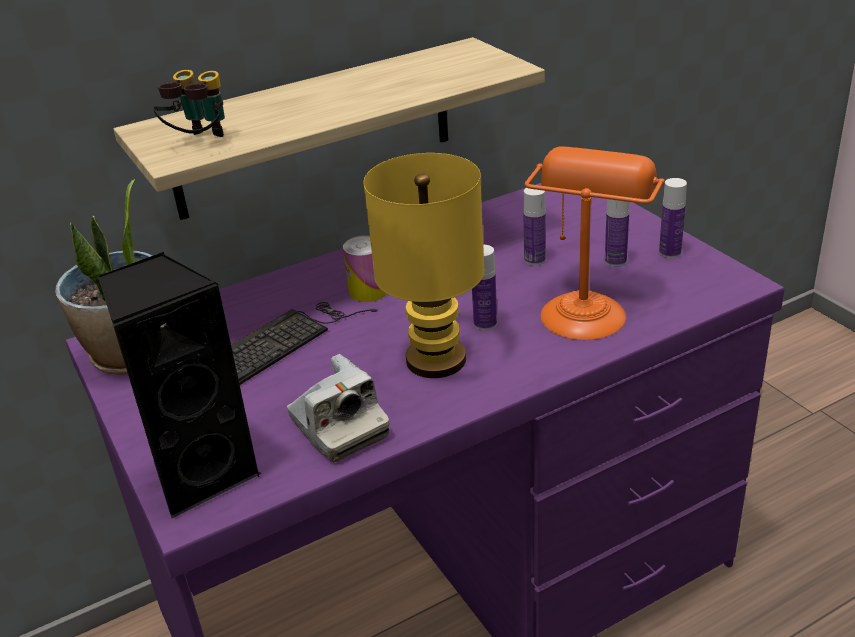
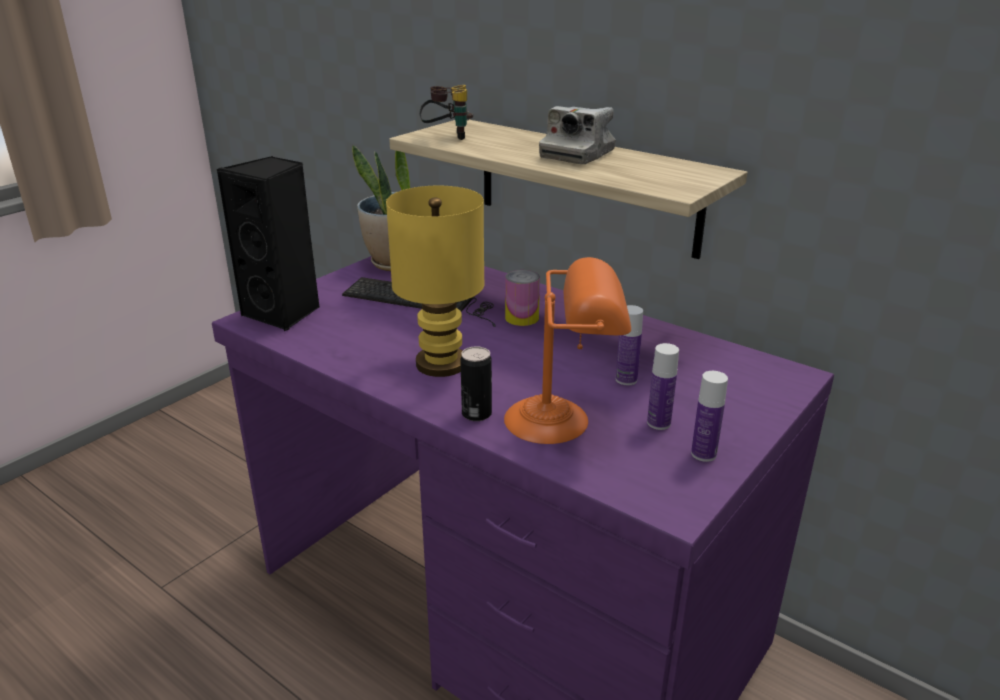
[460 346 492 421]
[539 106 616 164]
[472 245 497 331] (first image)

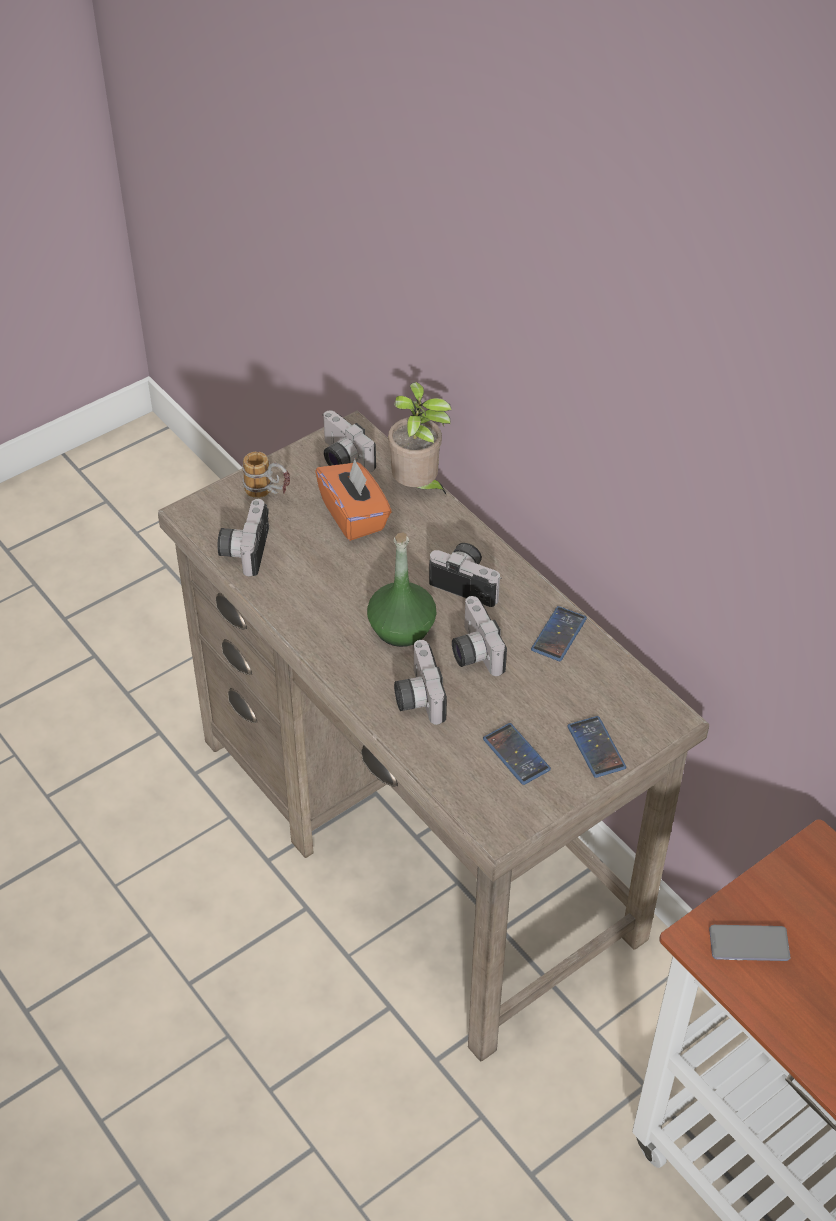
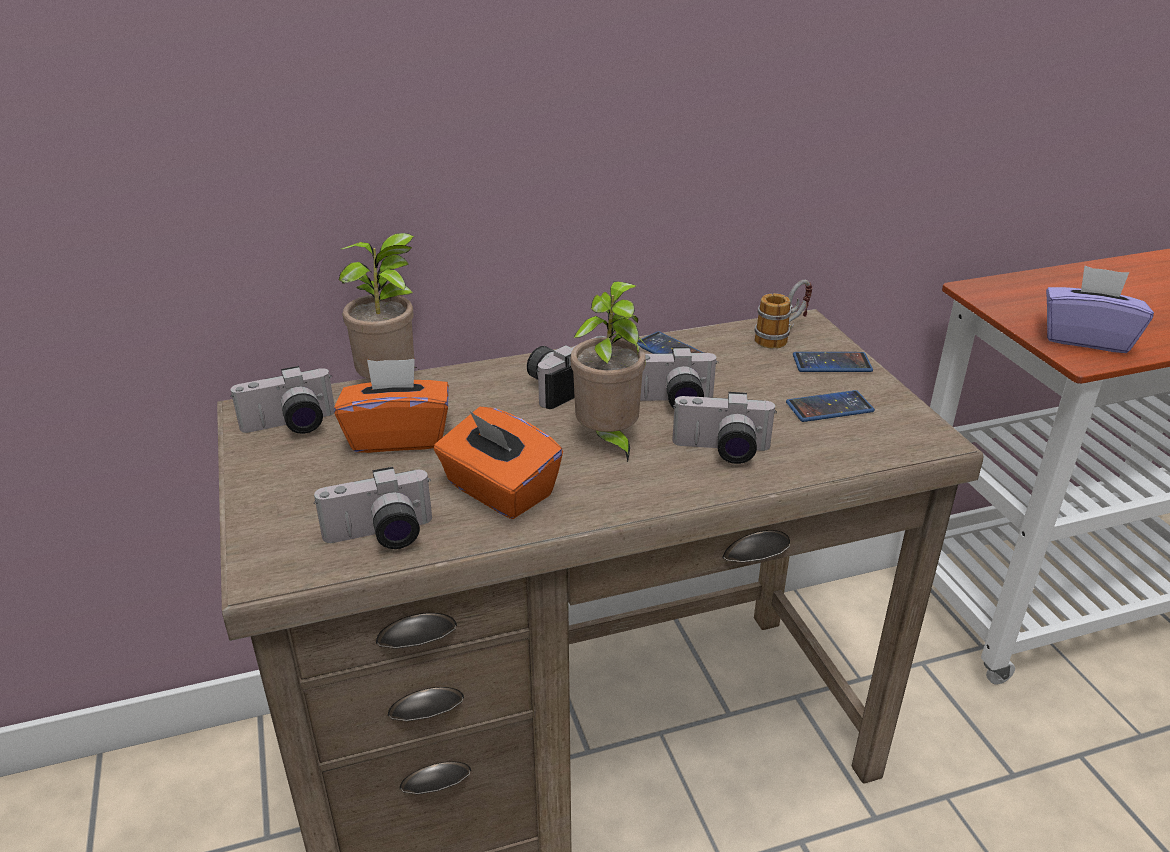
[314 467 432 549]
[434 407 563 519]
[571 281 646 462]
[755 280 813 349]
[1046 266 1154 353]

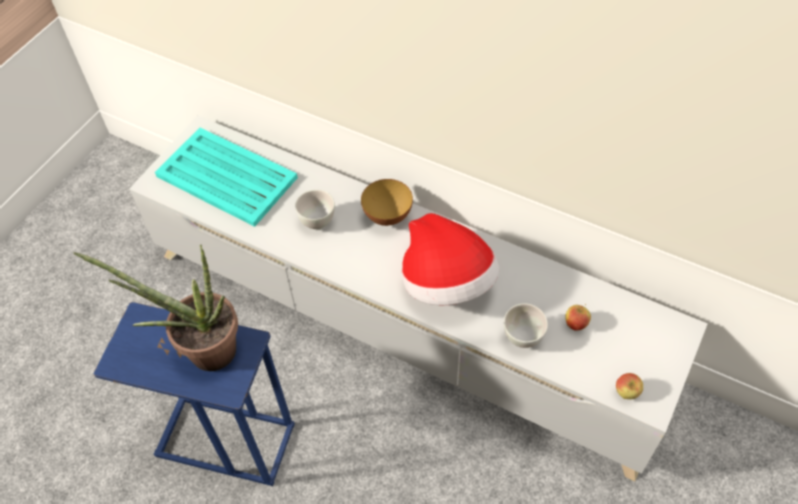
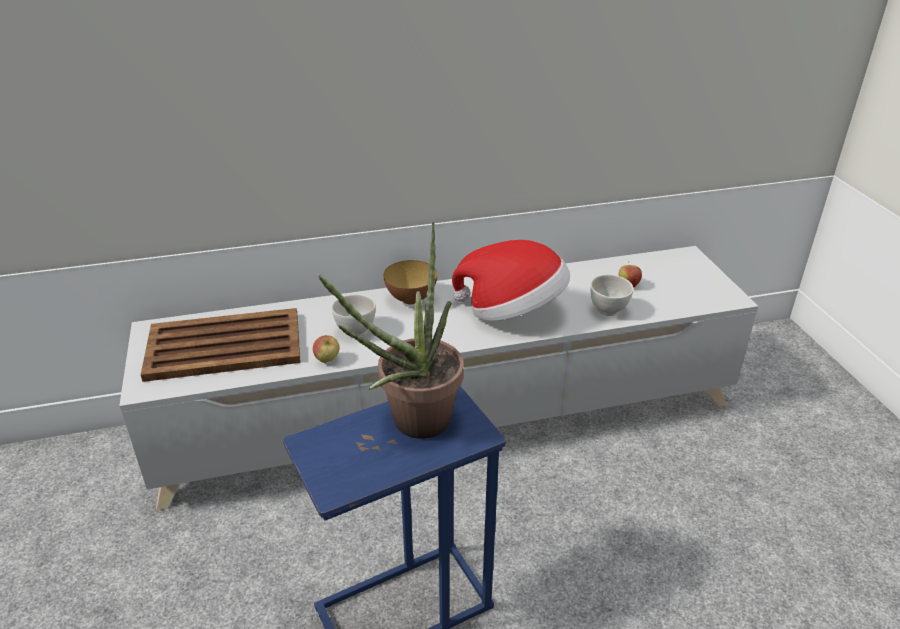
[141 308 301 382]
[313 335 339 363]

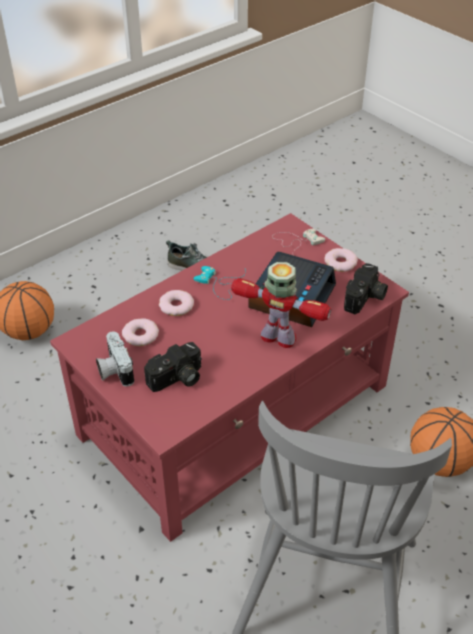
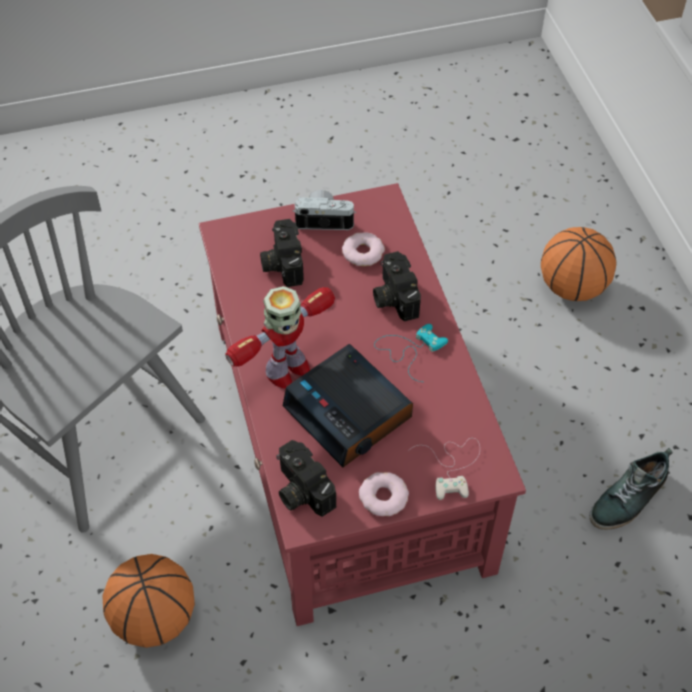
[373 251 421 321]

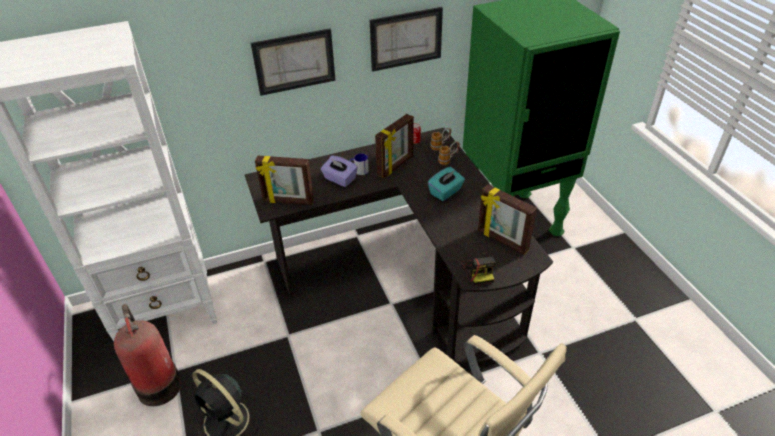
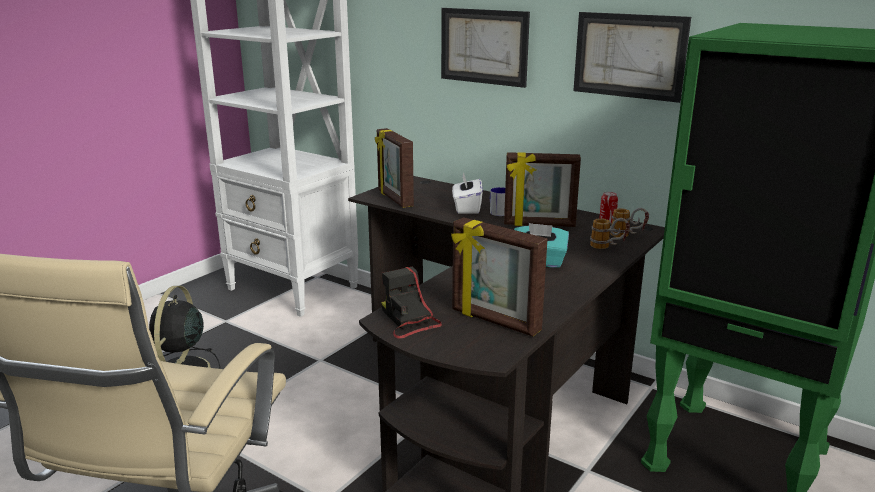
[381 267 442 339]
[451 217 547 337]
[452 172 483 214]
[114 304 182 406] (first image)

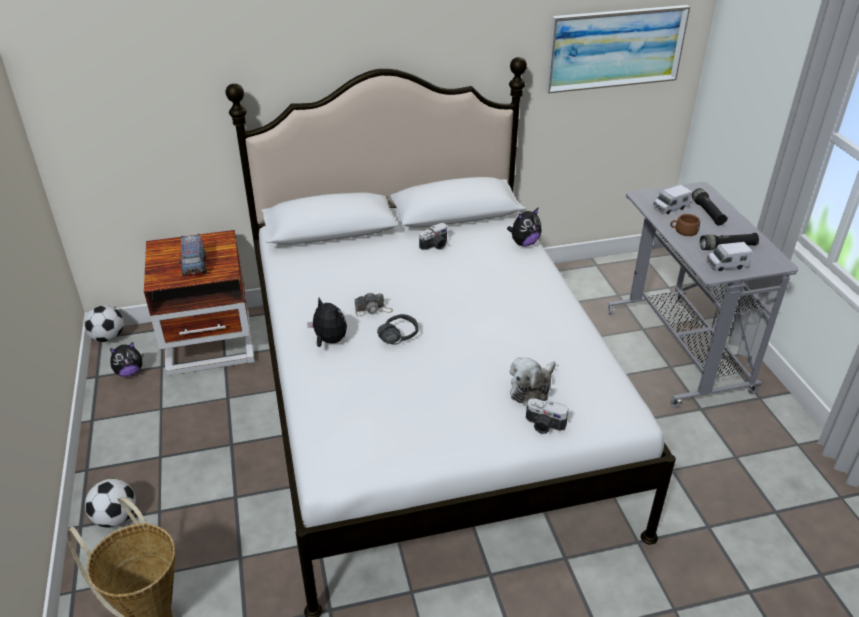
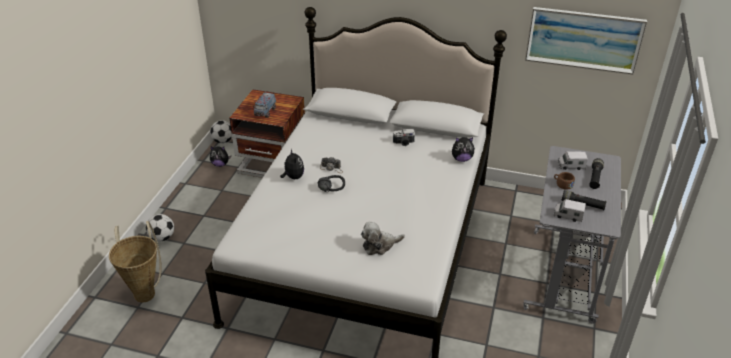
[526 398 569 434] (first image)

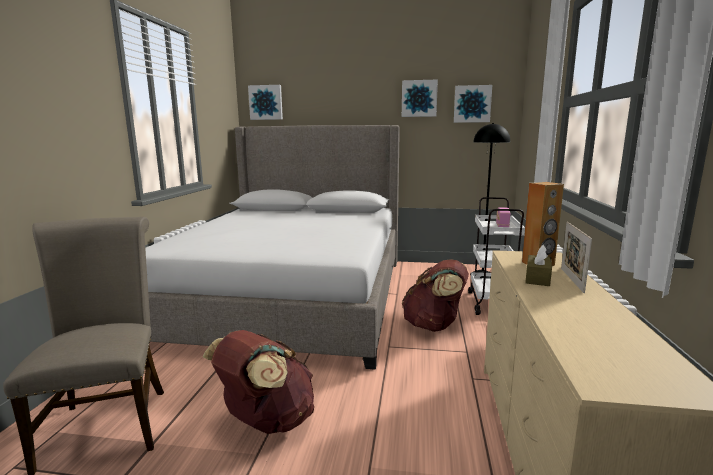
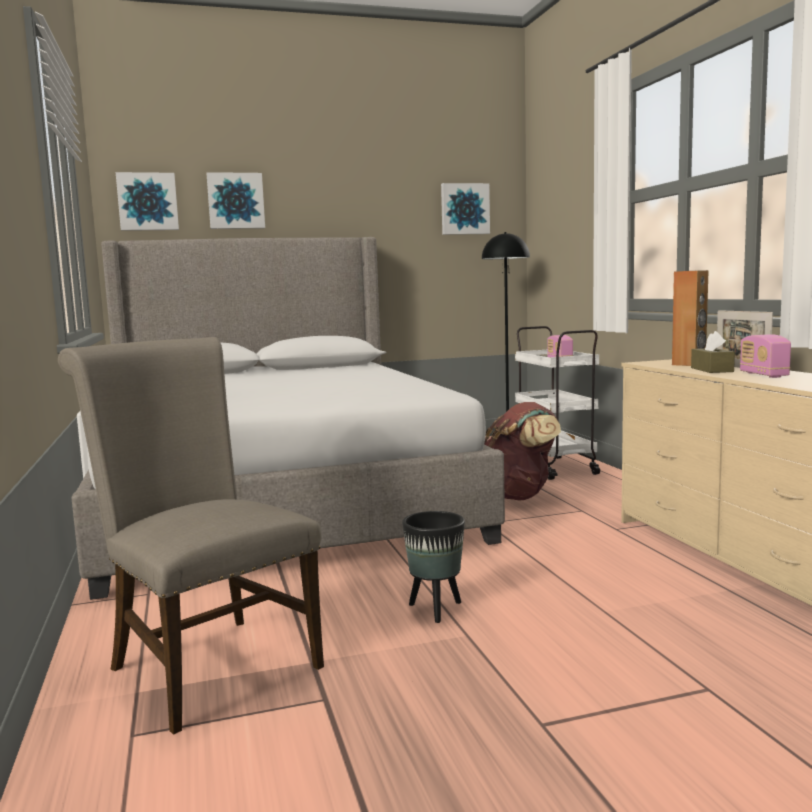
[206 172 265 229]
[402 511 465 623]
[740 334 791 378]

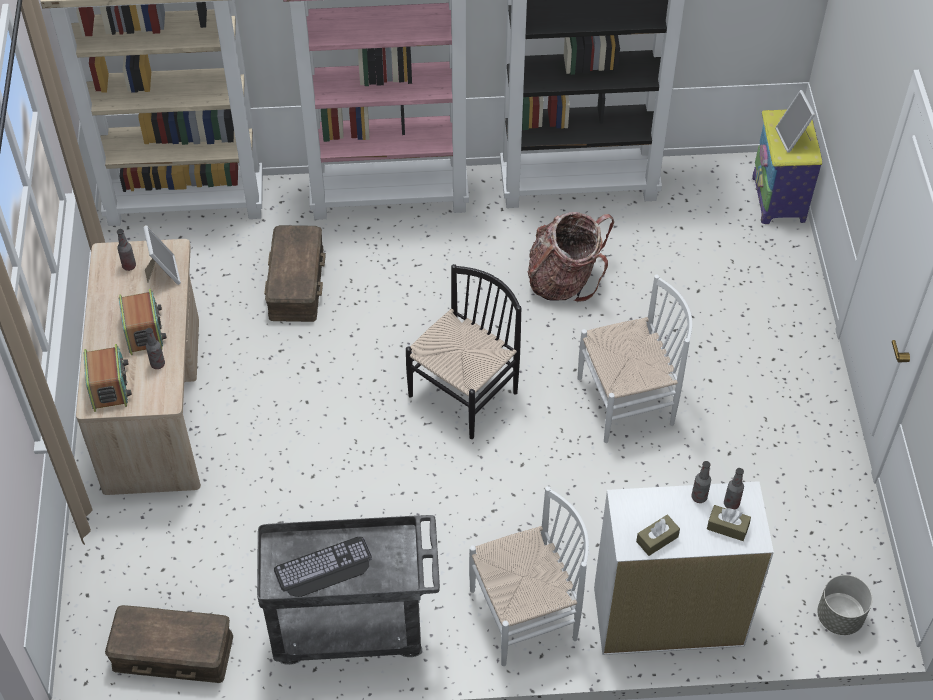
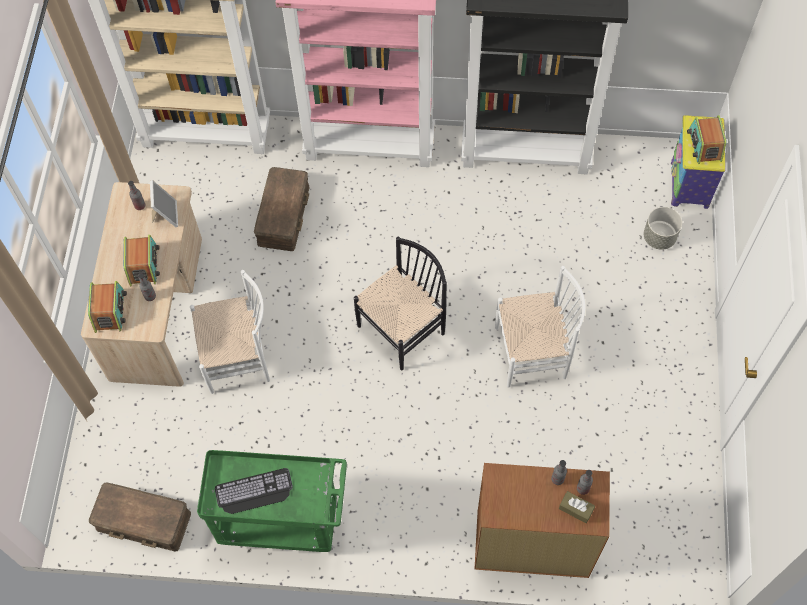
[190 270 270 394]
[197 450 347 552]
[474 463 610 578]
[644 207 682 250]
[687 115 727 164]
[527 212 614 302] (first image)
[636 515 680 556] (first image)

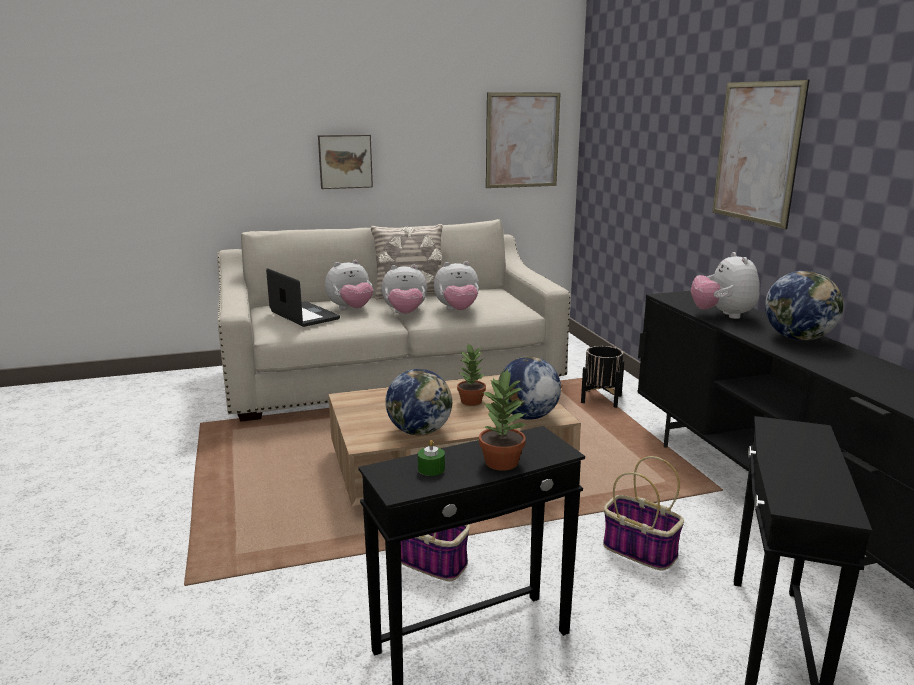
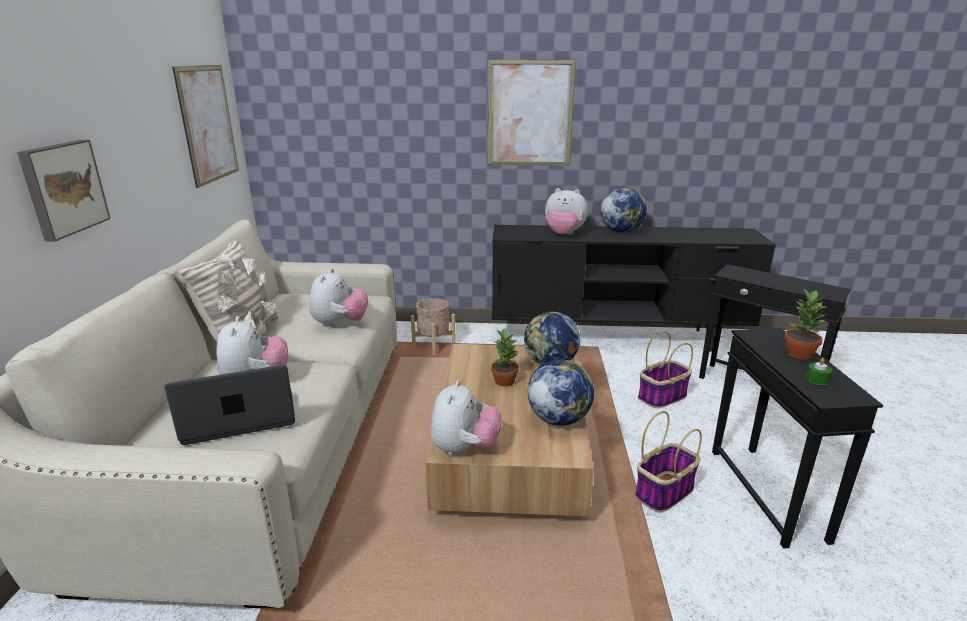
[411 298 456 355]
[431 380 502 456]

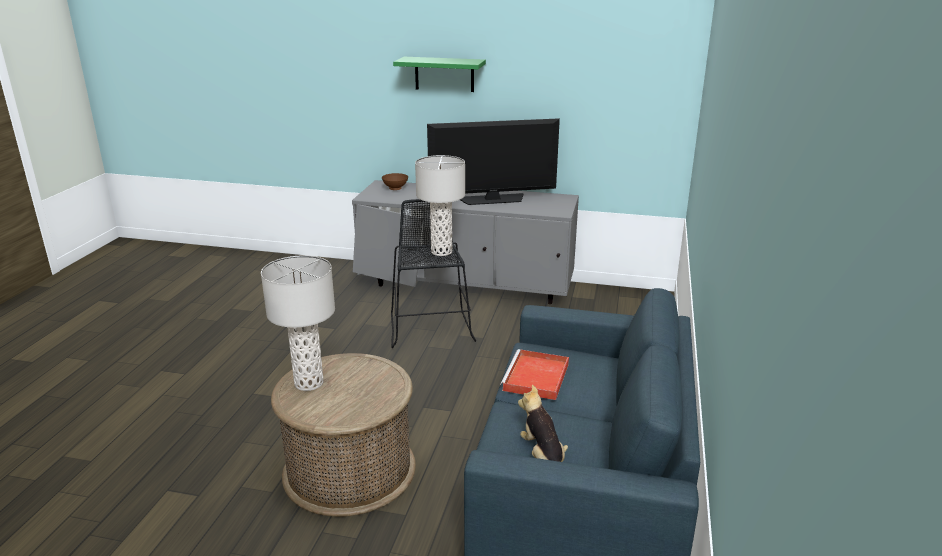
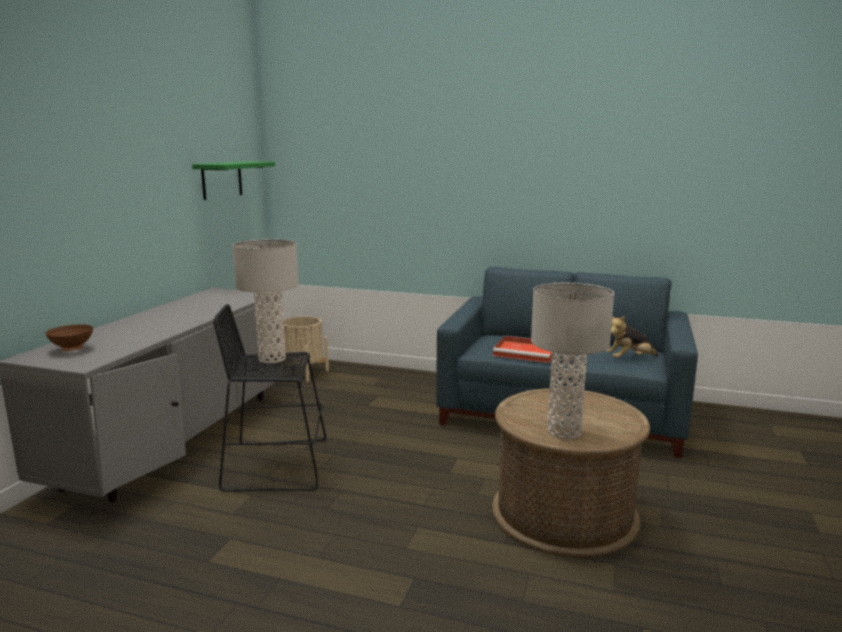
[192 161 275 200]
[281 316 329 382]
[427 118 560 205] (first image)

